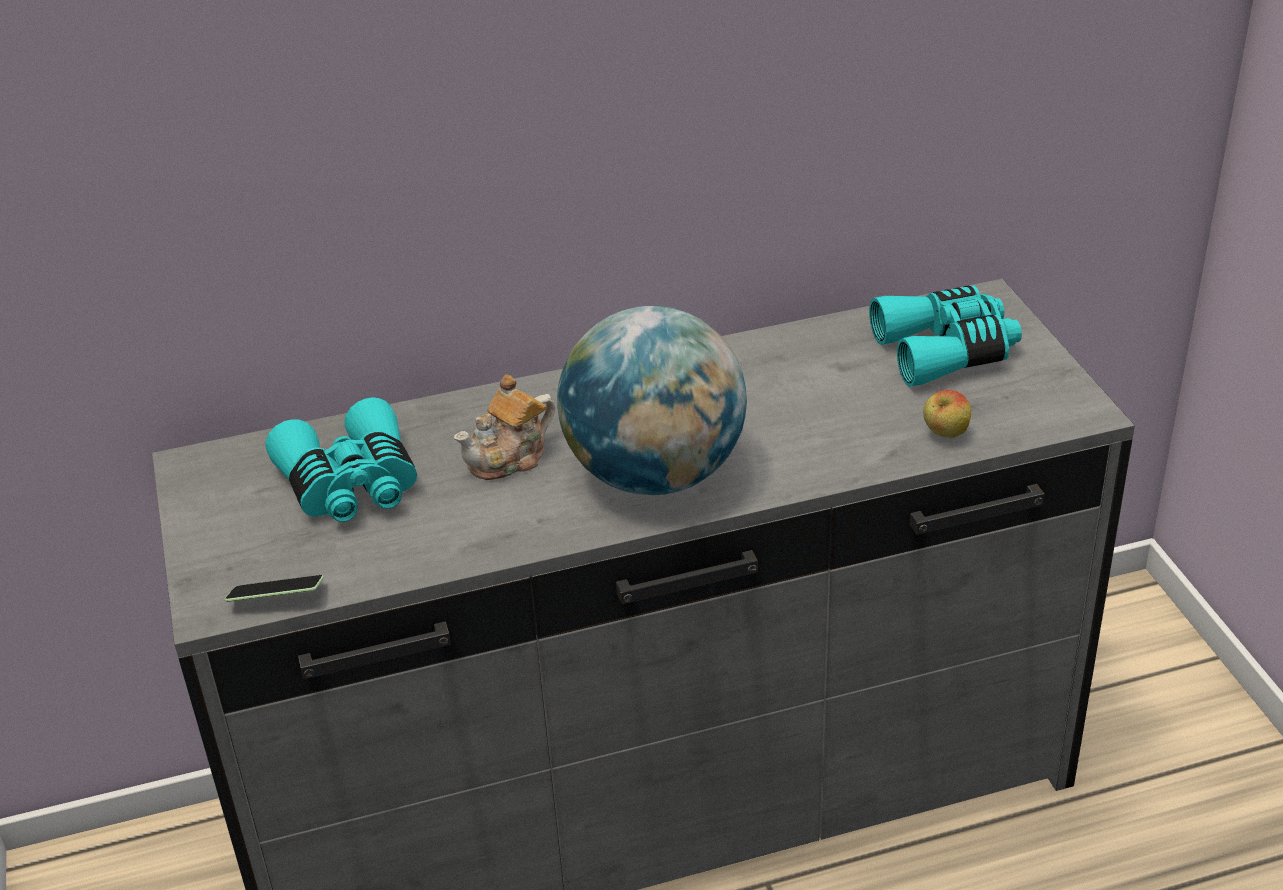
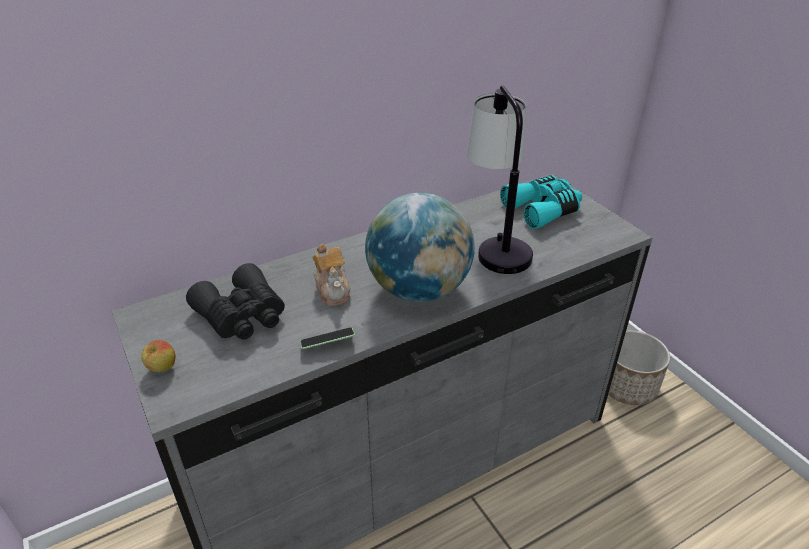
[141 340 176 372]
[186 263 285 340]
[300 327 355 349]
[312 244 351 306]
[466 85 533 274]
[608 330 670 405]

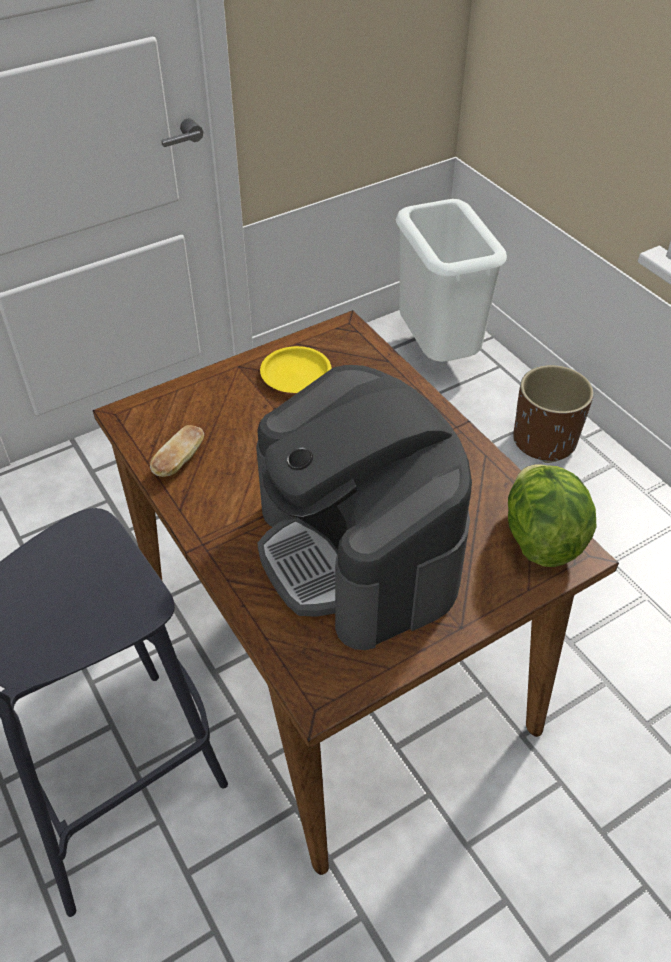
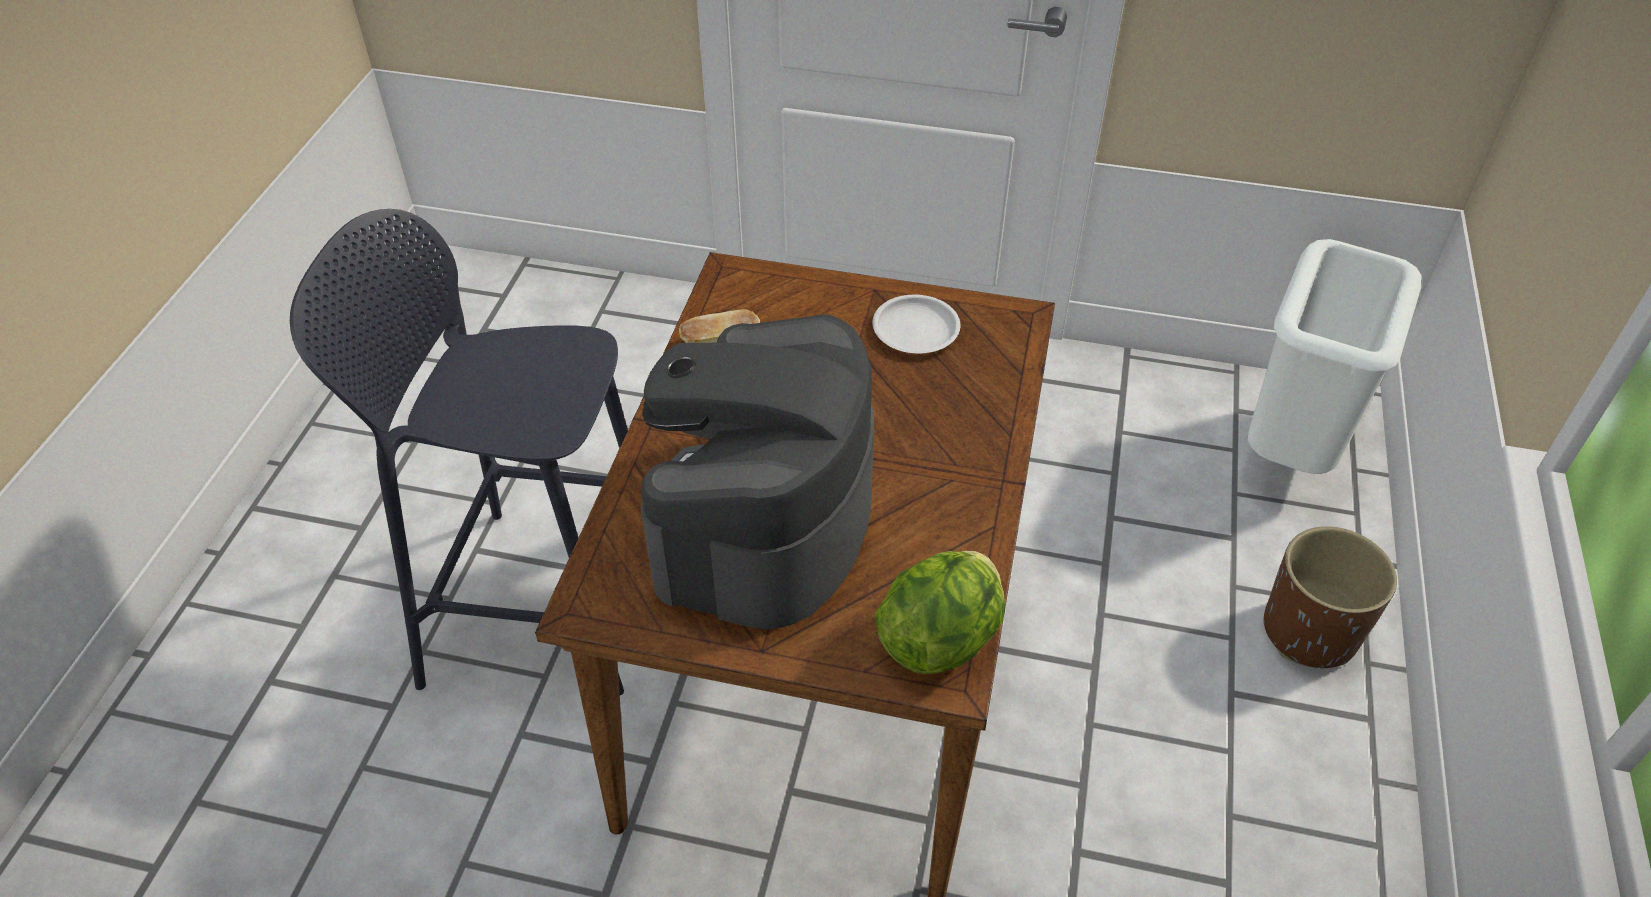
[872 295 961 353]

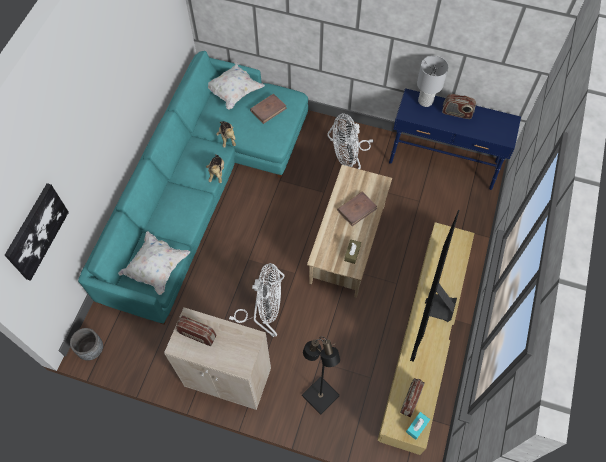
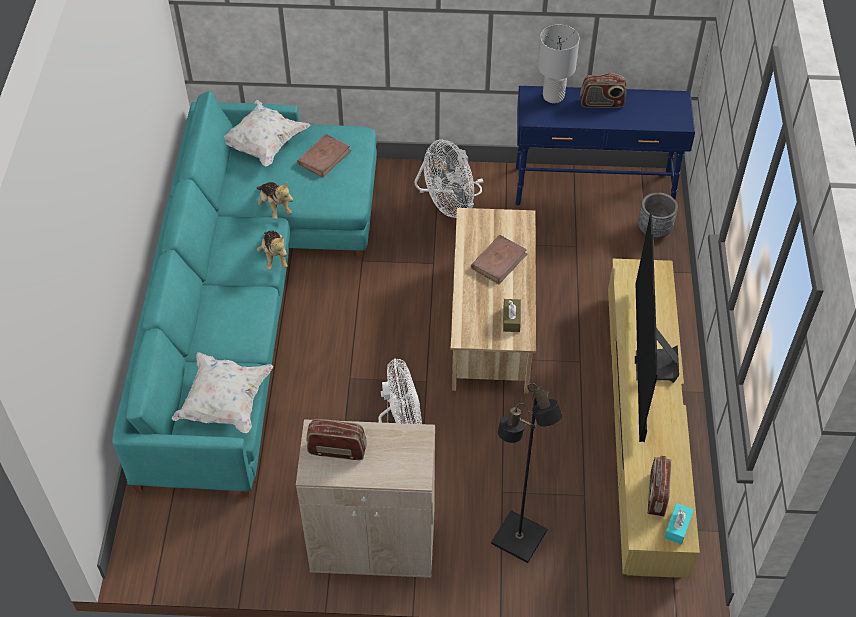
[638 192 678 240]
[5 183 69 281] (first image)

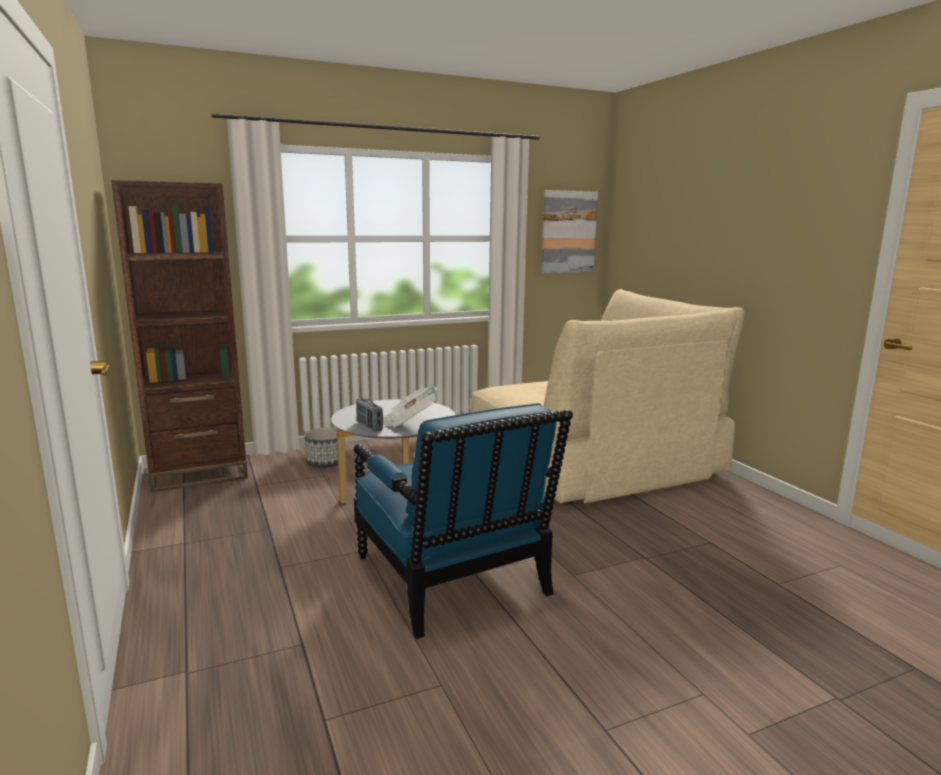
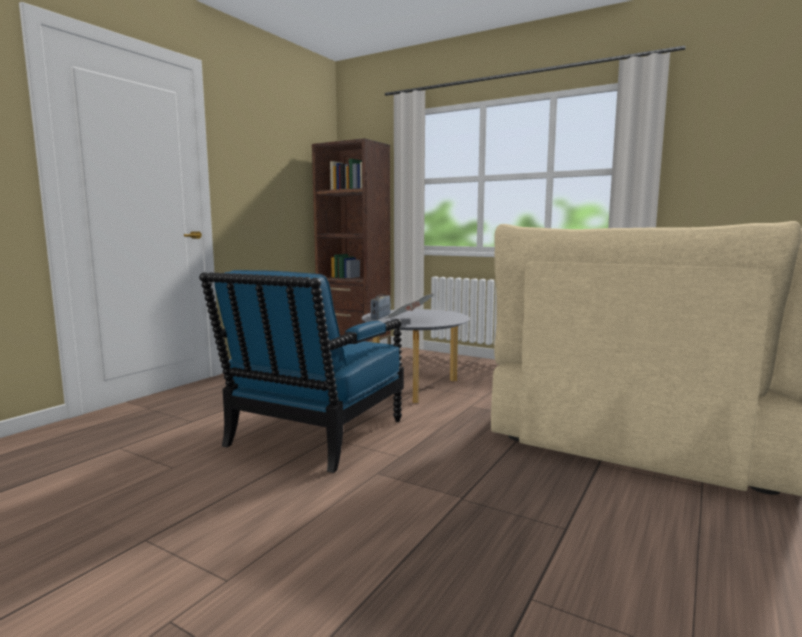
[305 427 338 468] (first image)
[541 190 598 273] (first image)

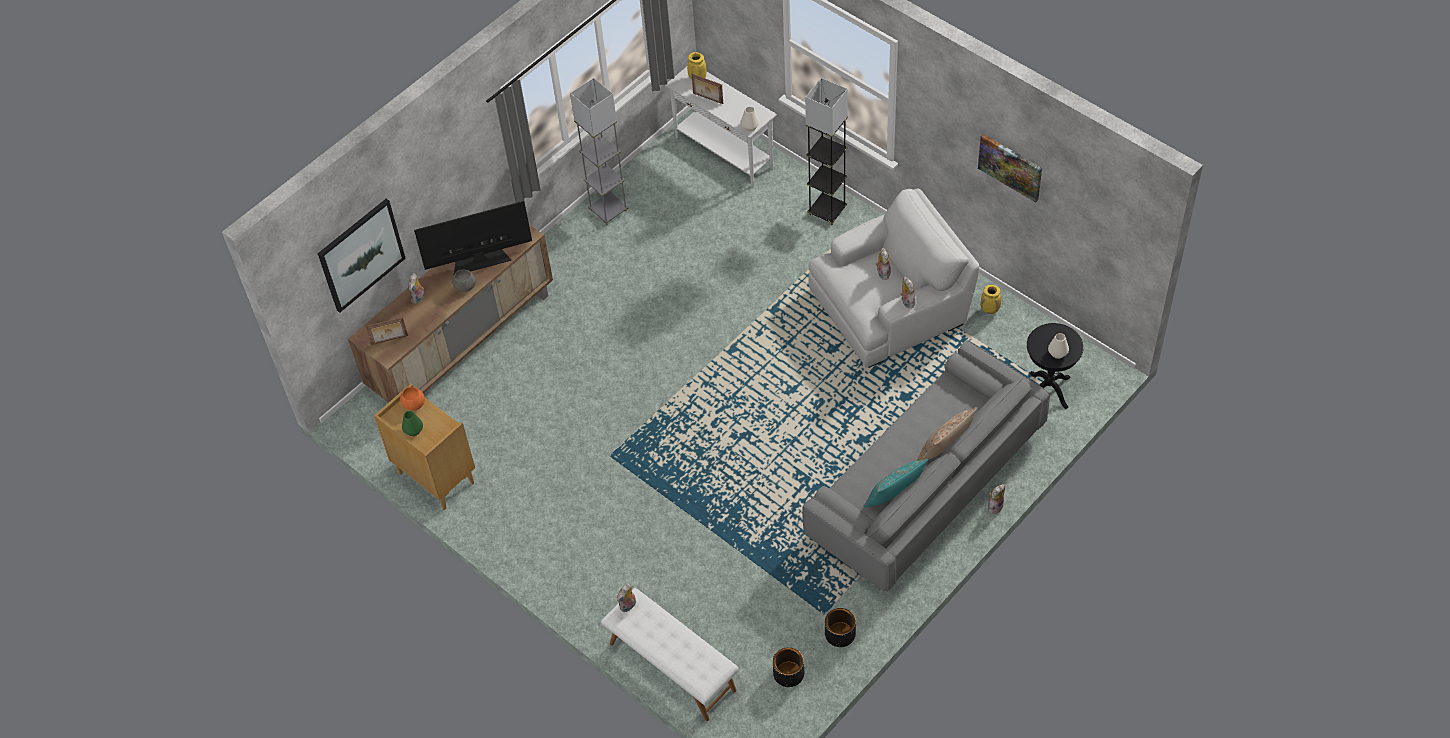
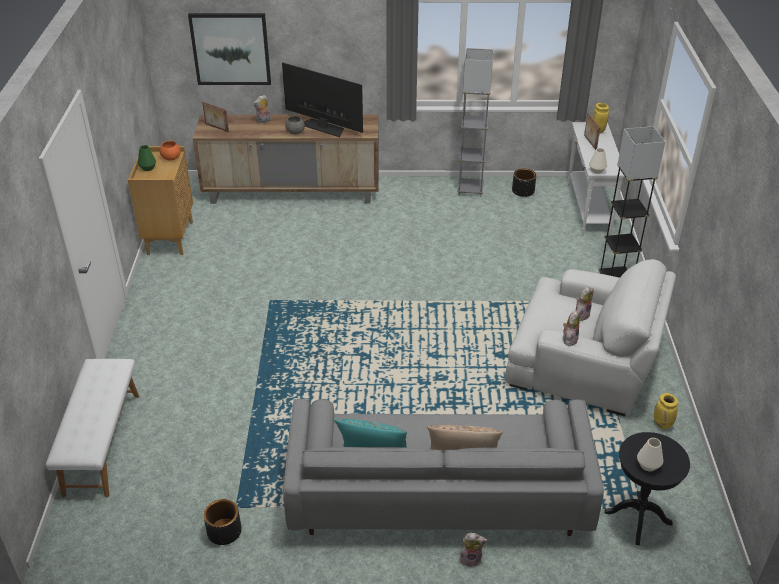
[512 169 536 197]
[617 584 636 612] (first image)
[978 134 1042 203] (first image)

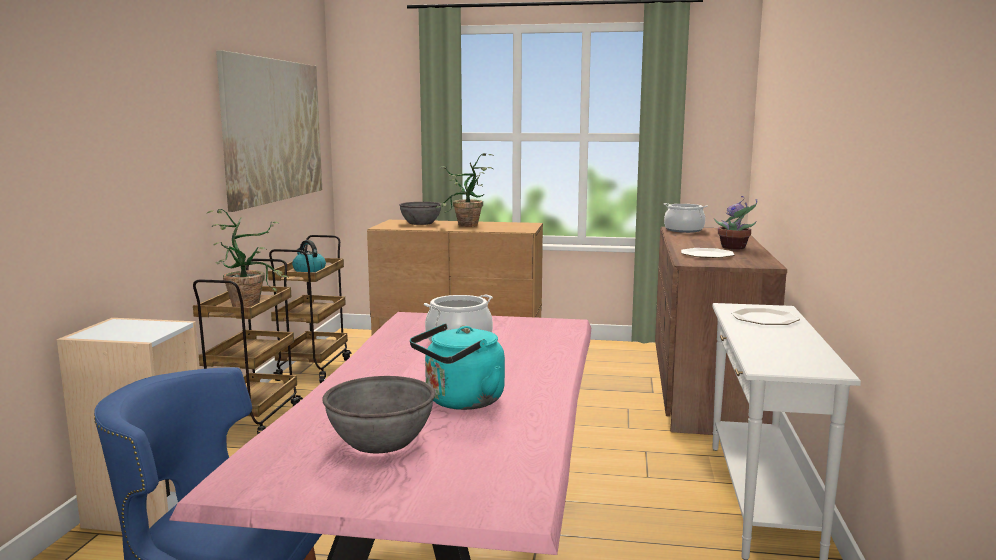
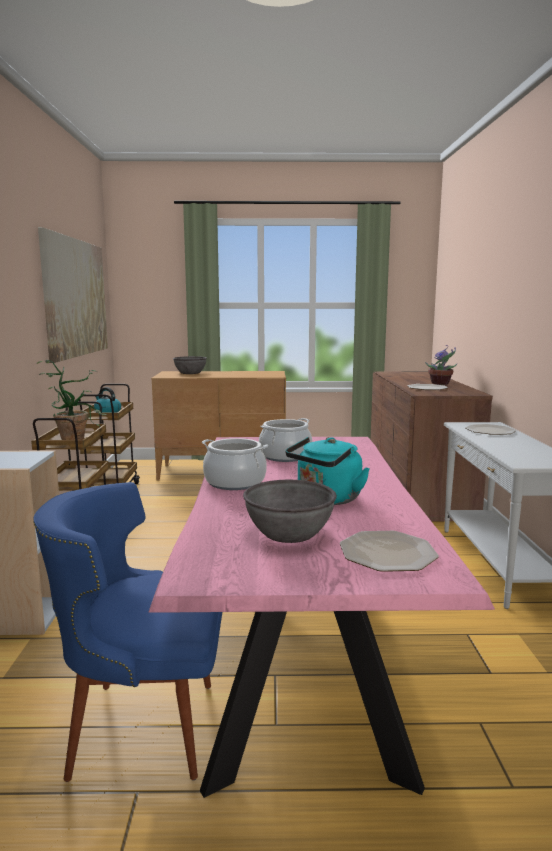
[202 438 268 490]
[340 531 439 572]
[435 153 494 227] (first image)

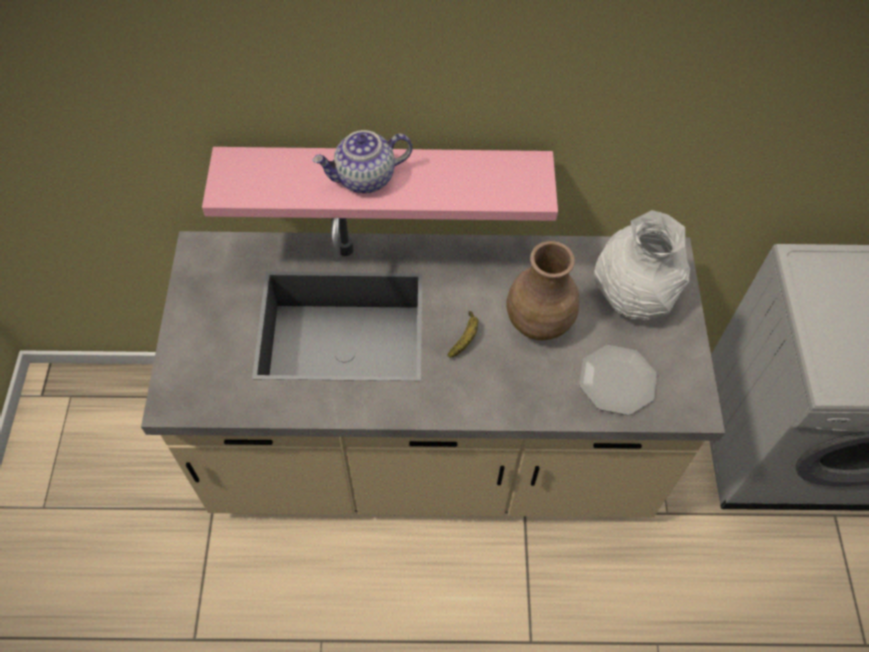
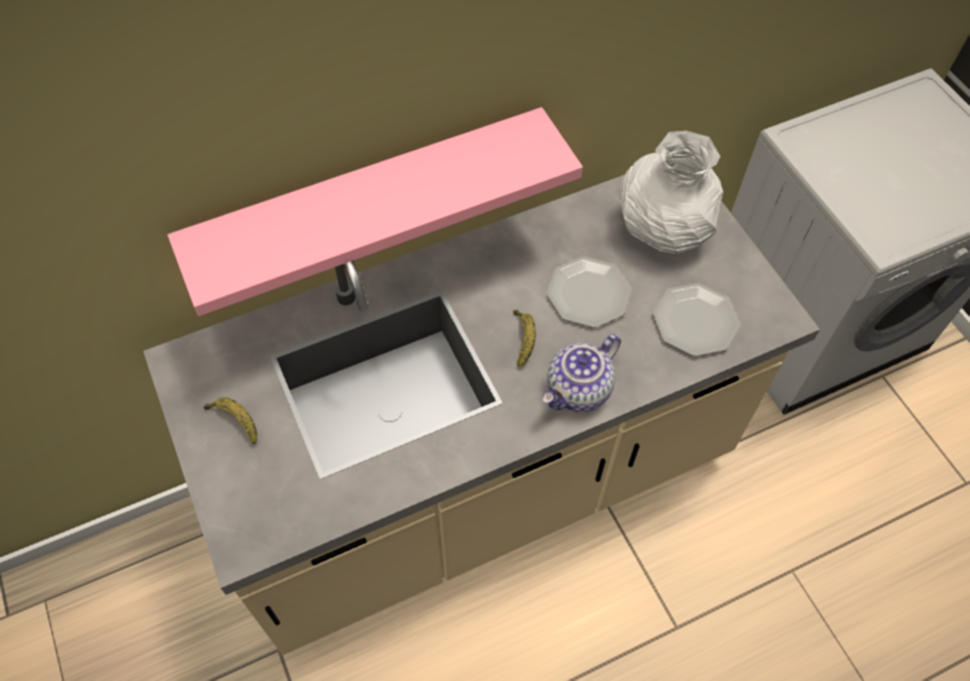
[203 397 257 444]
[542 334 621 412]
[546 257 632 328]

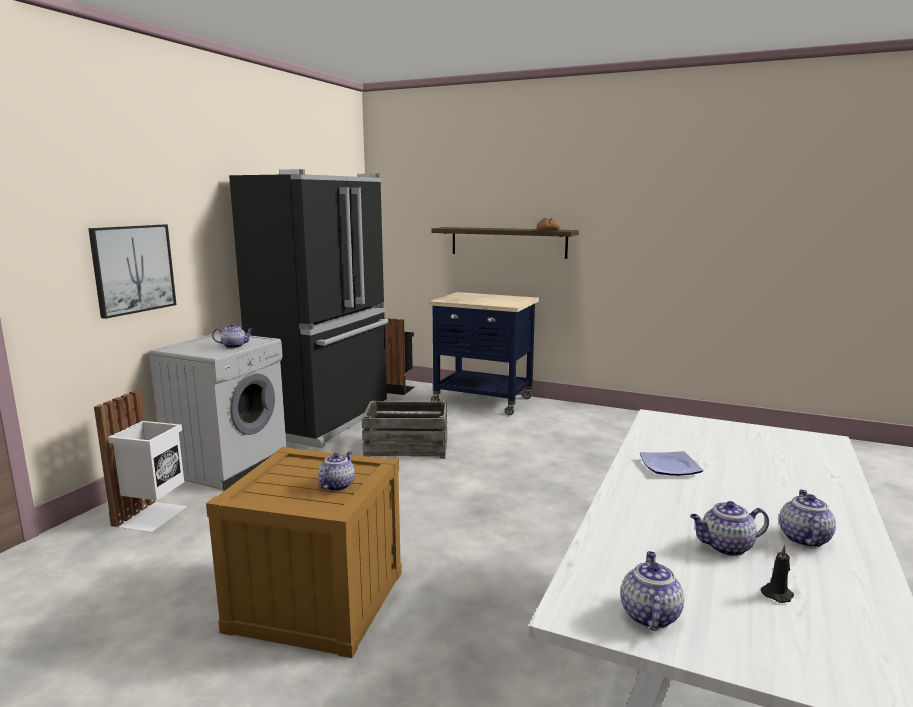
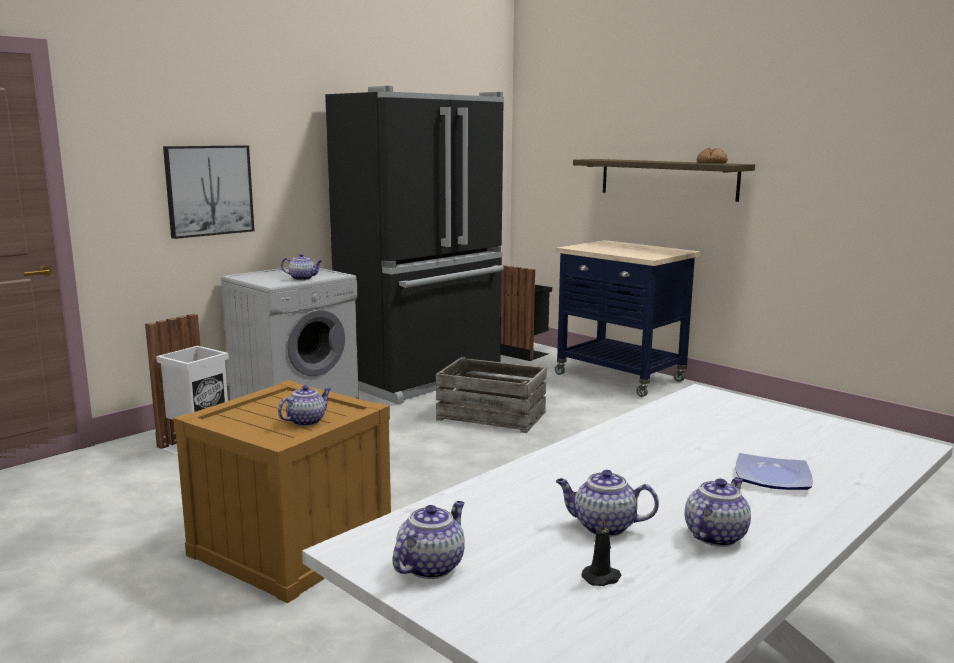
[735 453 813 490]

